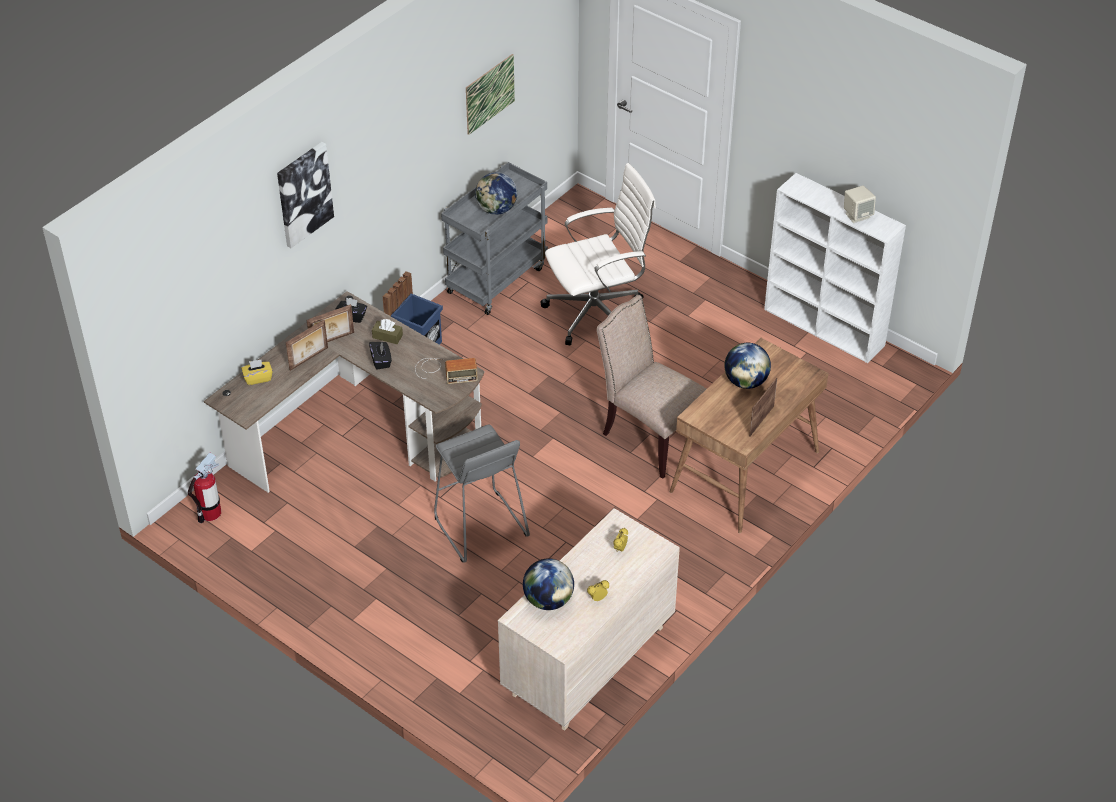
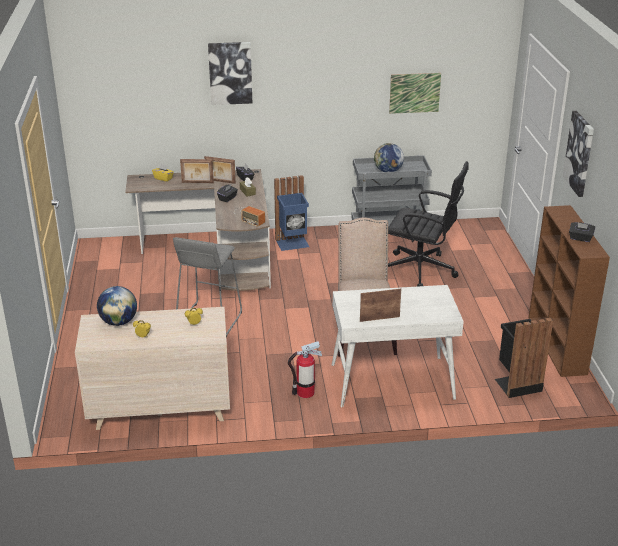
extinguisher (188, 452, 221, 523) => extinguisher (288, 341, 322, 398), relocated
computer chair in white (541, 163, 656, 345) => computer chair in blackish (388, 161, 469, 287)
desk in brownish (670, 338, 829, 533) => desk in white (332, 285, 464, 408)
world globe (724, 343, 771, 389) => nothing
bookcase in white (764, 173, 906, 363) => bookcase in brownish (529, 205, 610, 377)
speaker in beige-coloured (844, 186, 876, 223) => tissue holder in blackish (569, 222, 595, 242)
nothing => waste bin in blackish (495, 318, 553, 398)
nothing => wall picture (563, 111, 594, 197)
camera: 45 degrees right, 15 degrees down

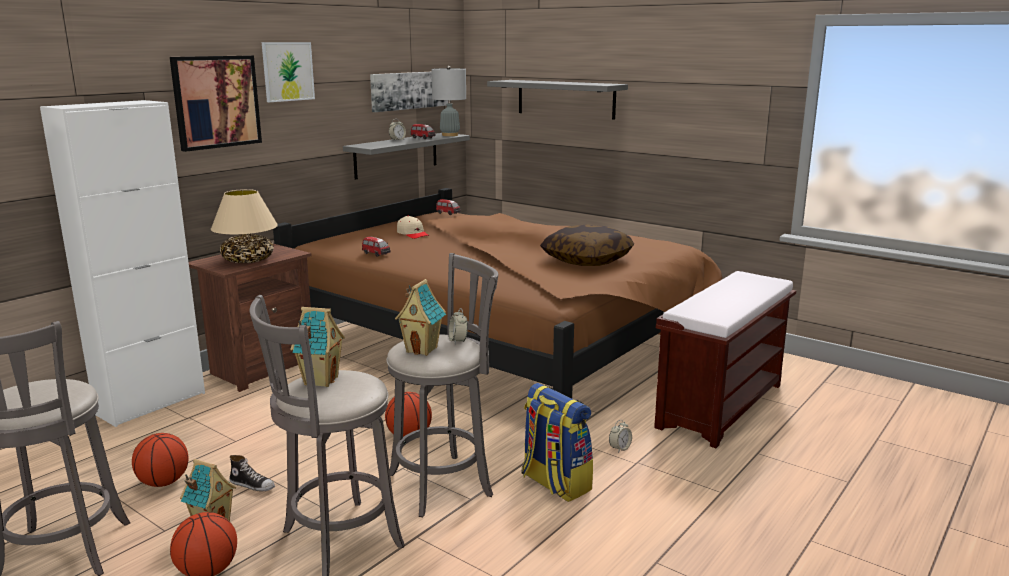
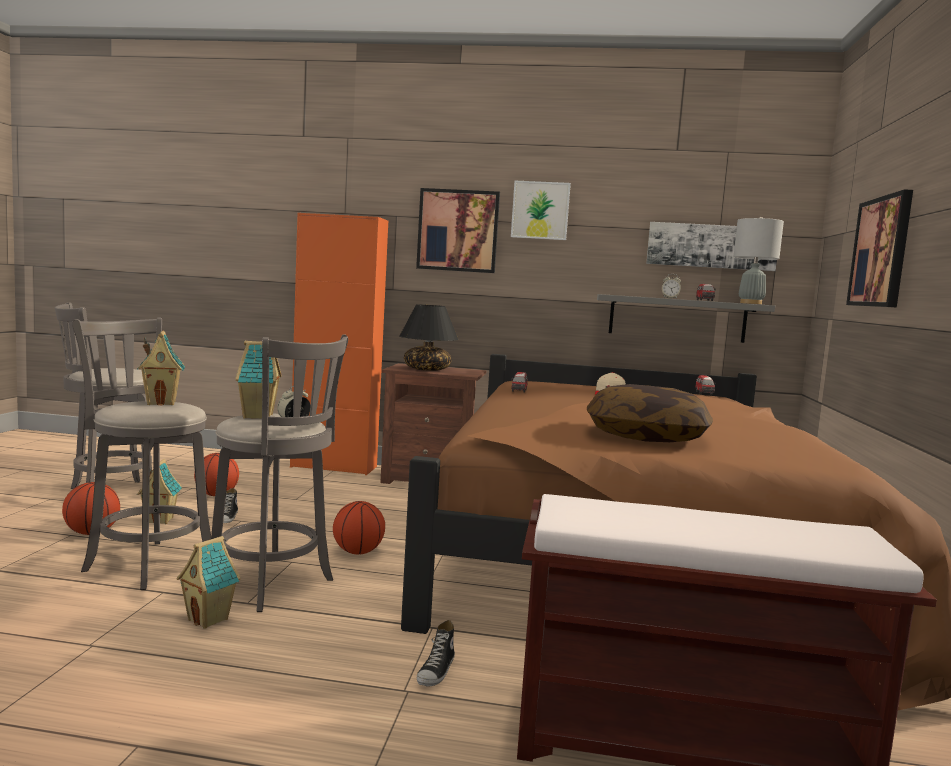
storage cabinet in white (40, 100, 205, 427) => storage cabinet in orange (290, 213, 388, 475)
tabletop lamp in beige-coloured (211, 189, 278, 263) => tabletop lamp in blackish (399, 304, 459, 371)
wall shelf in gray (487, 80, 628, 120) => wall picture (846, 189, 913, 307)
backpack (522, 383, 593, 502) => nothing
alarm clock (609, 420, 632, 453) => item of footwear (417, 620, 455, 687)
nothing => miniature house (176, 536, 241, 629)
camera: 60 degrees right, 10 degrees down

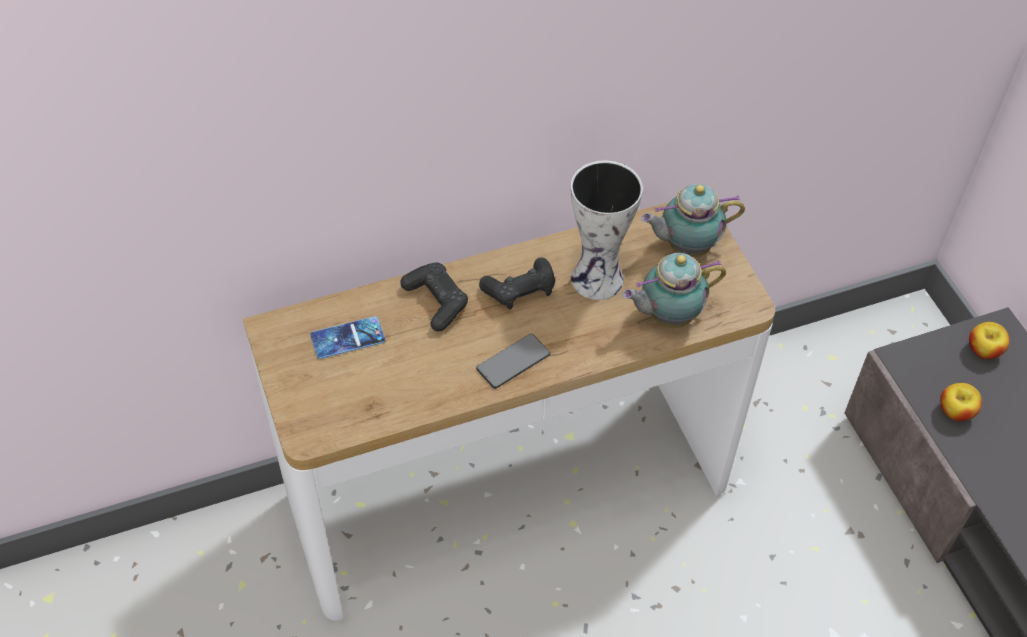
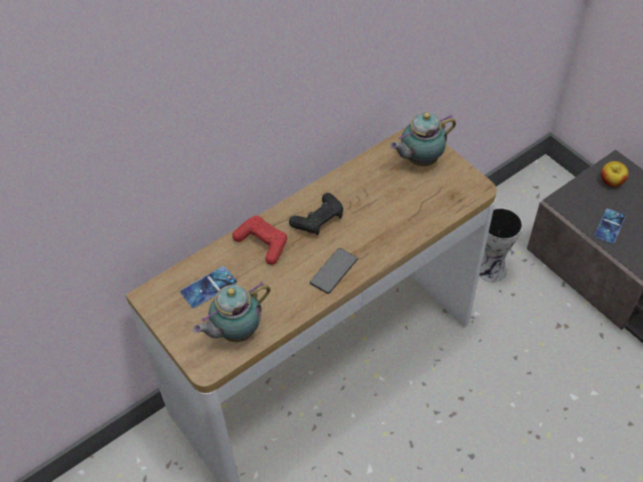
gamepad in blackish (400, 262, 468, 332) => gamepad in reddish (232, 216, 287, 265)
decorative vase (571, 161, 643, 300) => decorative vase (479, 207, 523, 283), relocated
pot for tea (622, 253, 726, 328) => pot for tea (193, 282, 271, 342), relocated
whole apple (940, 383, 982, 421) => handset (595, 208, 626, 244)
camera: 15 degrees left, 0 degrees up

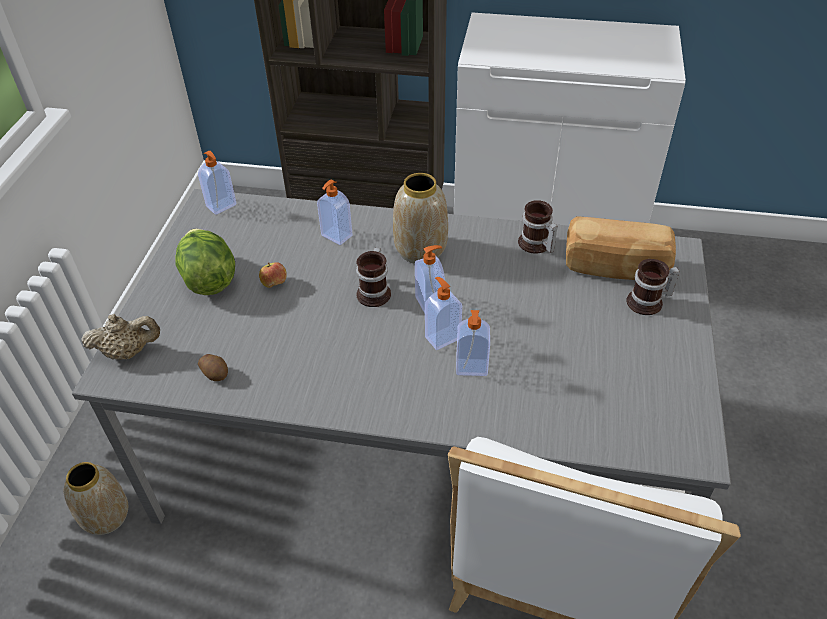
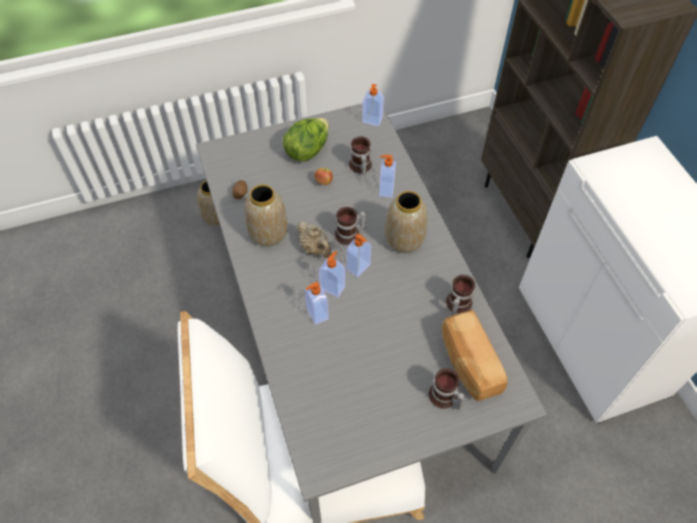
pot for tea in beige-coloured (81, 314, 160, 360) => pot for tea in beige-coloured (296, 221, 332, 258), relocated
nothing => decorative vase (244, 184, 288, 247)
nothing => coffee mug (349, 136, 372, 175)
camera: 60 degrees right, 10 degrees up

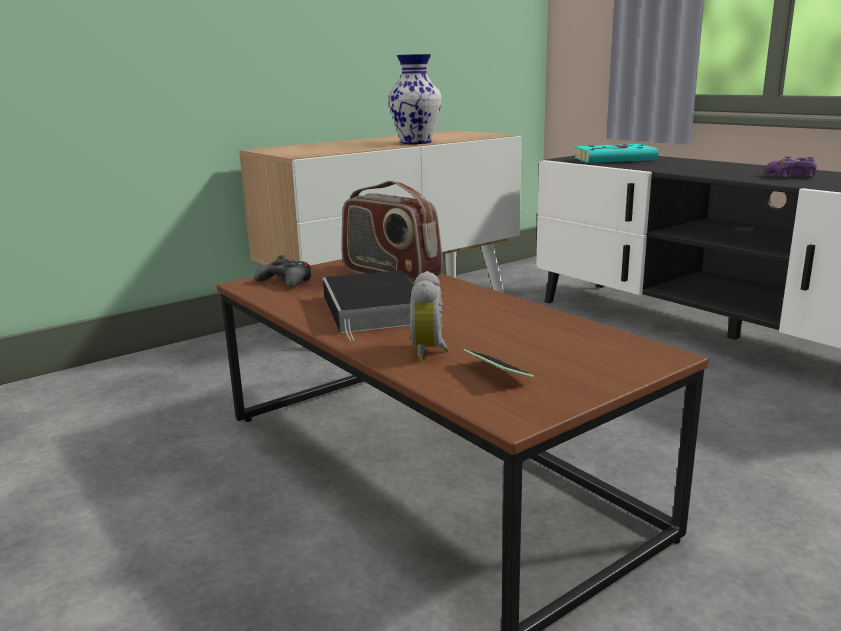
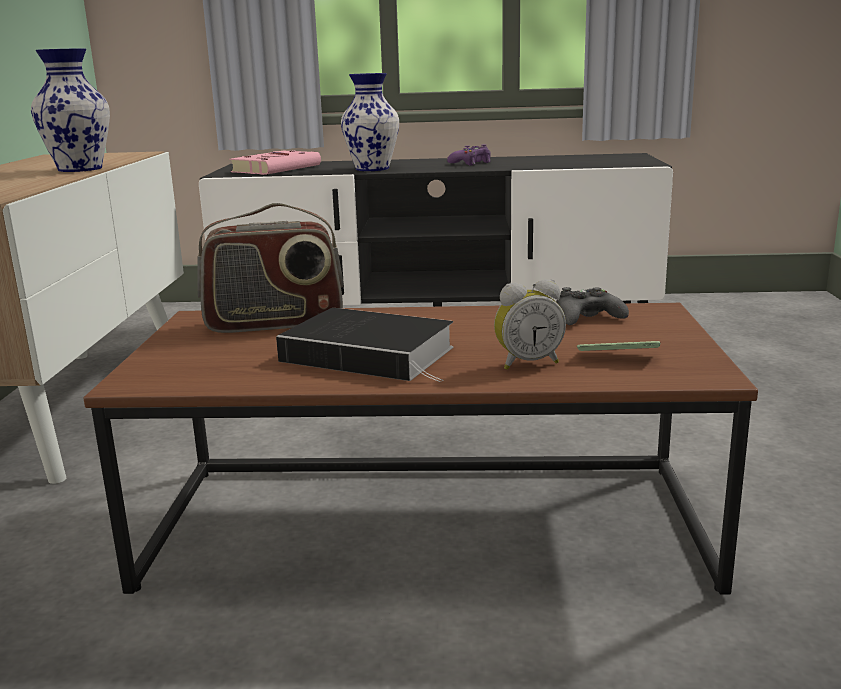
gamepad in blackish (254, 255, 311, 288) => gamepad in blackish (556, 287, 629, 325), relocated
alarm clock (410, 271, 449, 361) => alarm clock (494, 279, 566, 370), 60 degrees counterclockwise
bound book in blue-green (574, 144, 664, 163) => bound book in pink (229, 151, 321, 175)
nothing => decorative vase (341, 73, 399, 171)
camera: 50 degrees left, 0 degrees up

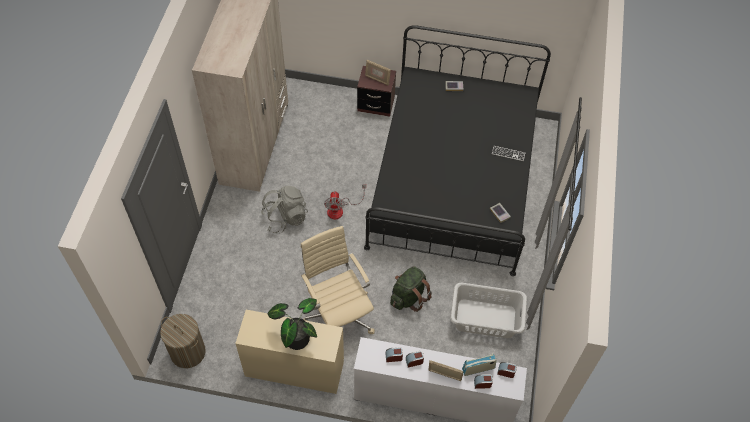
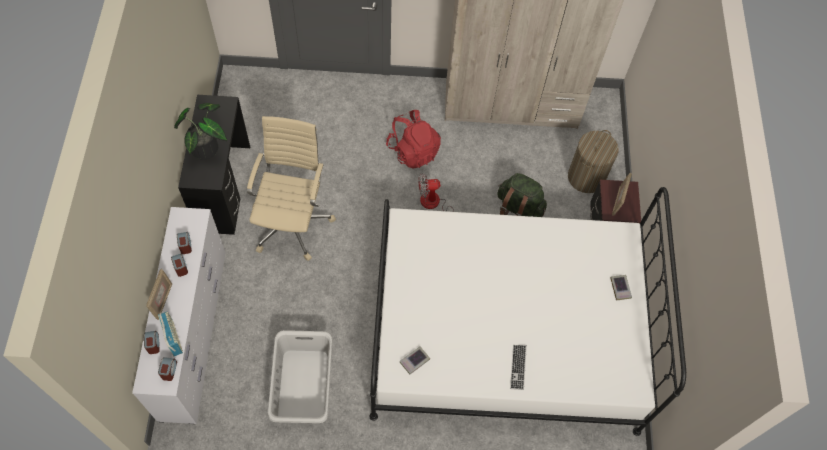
hamper (160, 314, 206, 368) => hamper (568, 130, 619, 193), relocated
desk in beige-coloured (235, 310, 344, 394) => desk in blackish (178, 95, 250, 235)
backpack in gray (261, 186, 308, 234) => backpack in reddish (386, 110, 441, 169)
computer chair in beige-coloured (301, 226, 375, 334) => computer chair in beige-coloured (247, 116, 336, 261), 45 degrees counterclockwise
sleeping bed in blackish (364, 25, 551, 276) => sleeping bed in white (369, 187, 686, 436)
backpack in greenish (390, 266, 432, 312) => backpack in greenish (498, 173, 547, 217), relocated
camera: 80 degrees right, 5 degrees up

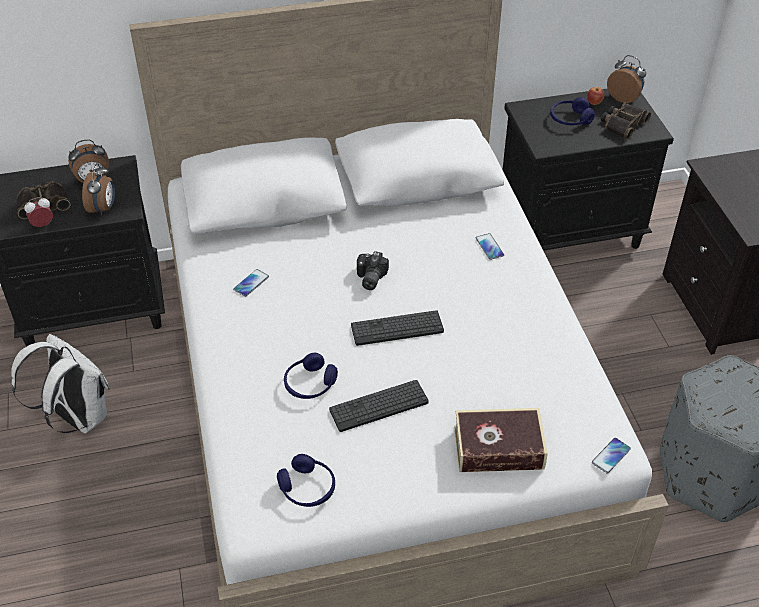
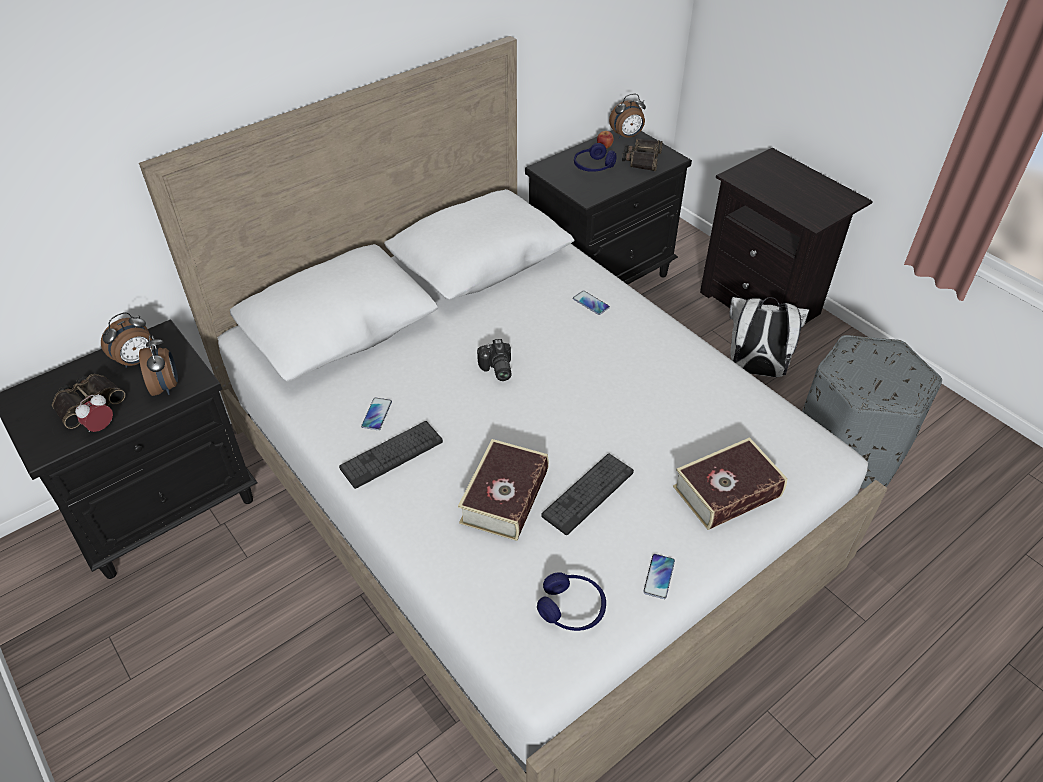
backpack in white (11, 334, 110, 434) => backpack in white (729, 297, 809, 377), relocated
headset in blue (284, 353, 338, 399) => bound book (458, 439, 549, 541)
PC keyboard (351, 310, 444, 346) => PC keyboard (339, 421, 443, 489), relocated
handset (592, 438, 631, 473) => handset (643, 554, 675, 599), relocated
alarm clock (607, 55, 646, 103) => alarm clock (609, 94, 646, 139), 150 degrees clockwise
camera: 25 degrees left, 0 degrees up

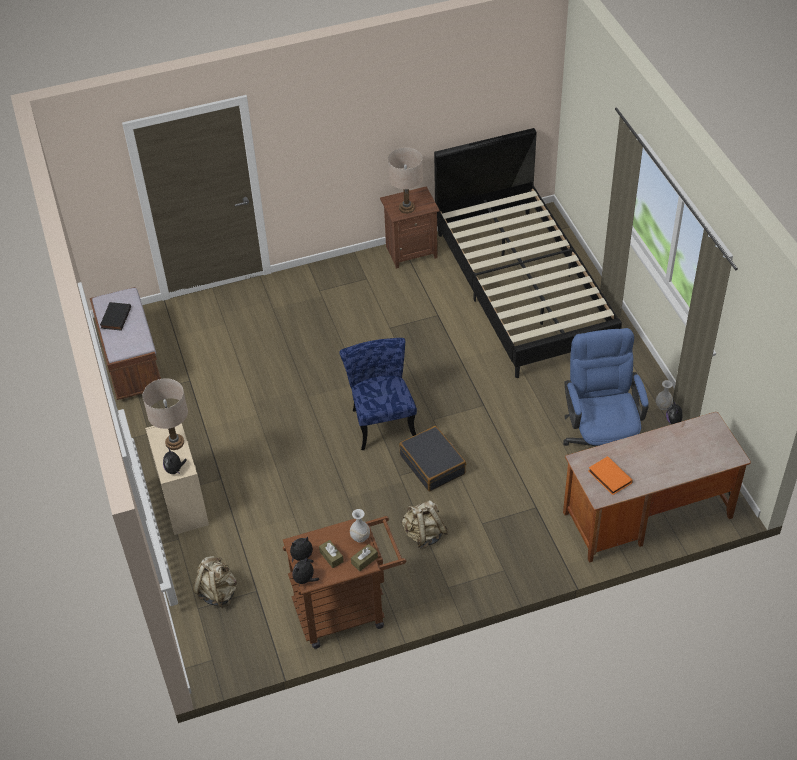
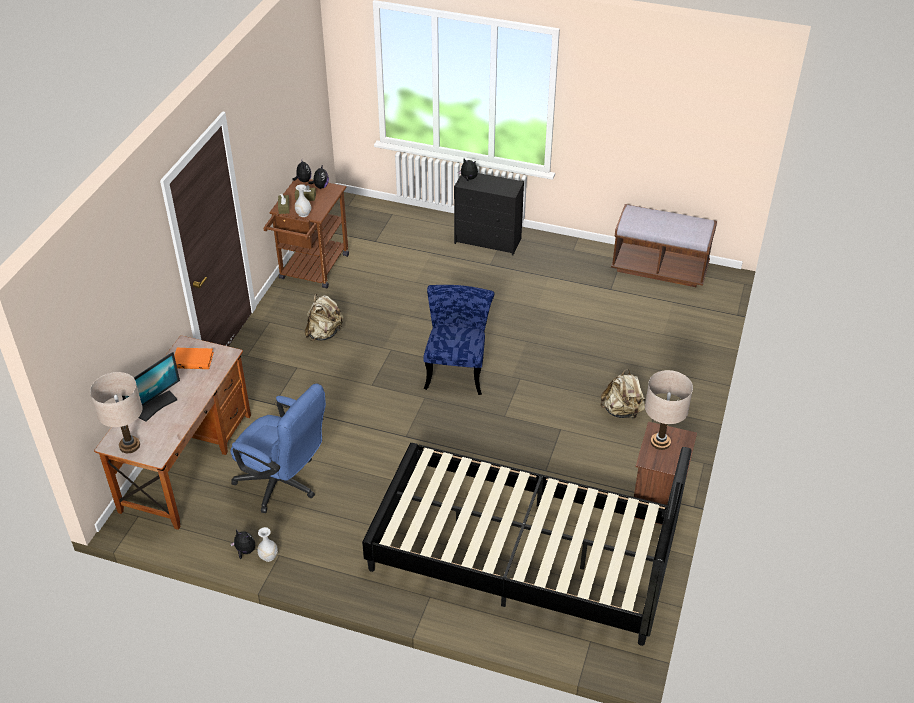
bound book in blackish (100, 302, 131, 331) => nothing
tabletop lamp in beige-coloured (143, 378, 188, 450) => tabletop lamp in beige-coloured (90, 372, 142, 453), relocated
dresser in beige-coloured (145, 423, 209, 535) => dresser in blackish (454, 173, 524, 255)
backpack in beige-coloured (193, 556, 237, 608) => backpack in beige-coloured (600, 369, 646, 420), relocated
upright chair in blue (339, 338, 417, 450) => upright chair in blue (423, 285, 495, 395), 105 degrees counterclockwise
piece of luggage in blackish (399, 426, 466, 491) => nothing
nothing => monitor (122, 352, 180, 422)
camera: 125 degrees right, 5 degrees down

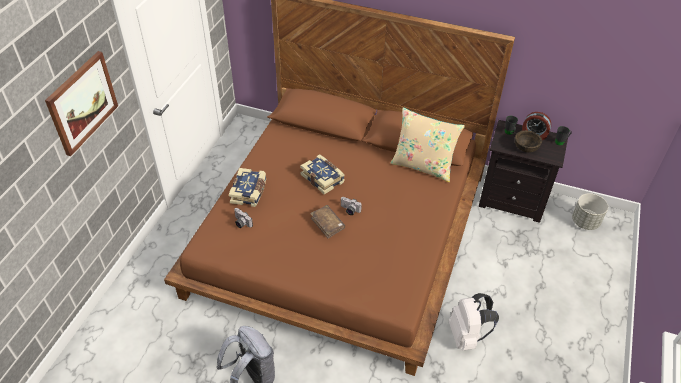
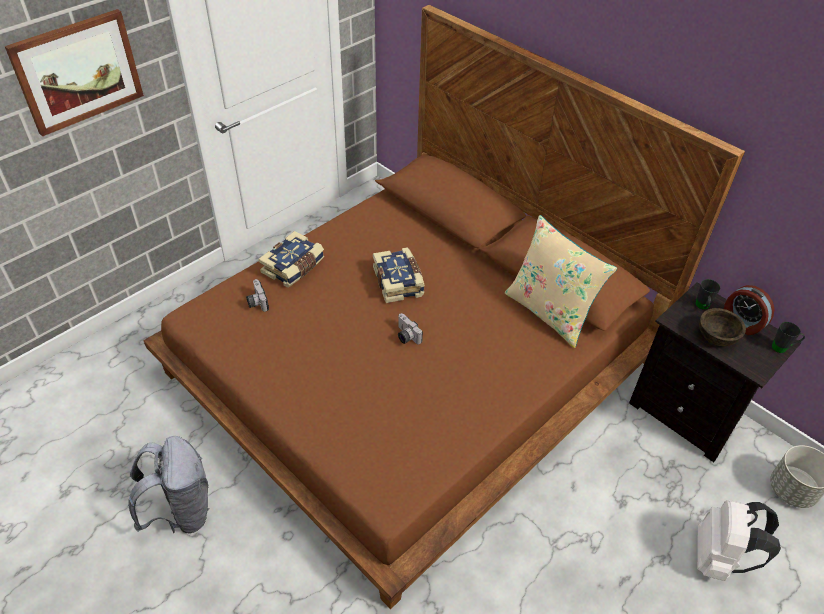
bound book in brownish (310, 205, 345, 239) => nothing
backpack in white (449, 293, 499, 350) => backpack in white (697, 500, 781, 581), relocated
camera: 25 degrees right, 0 degrees up

